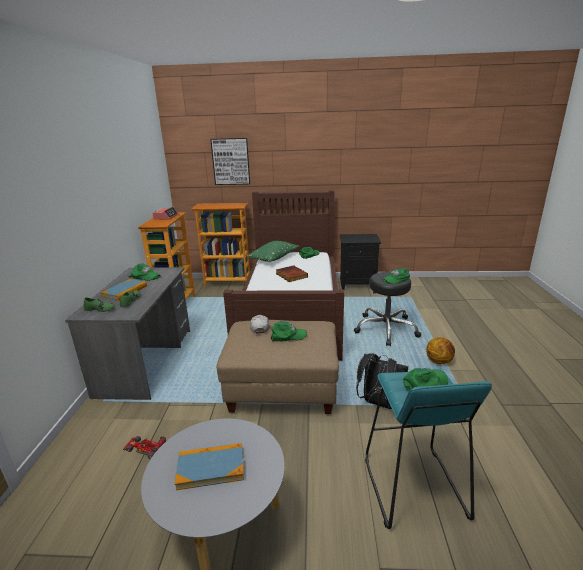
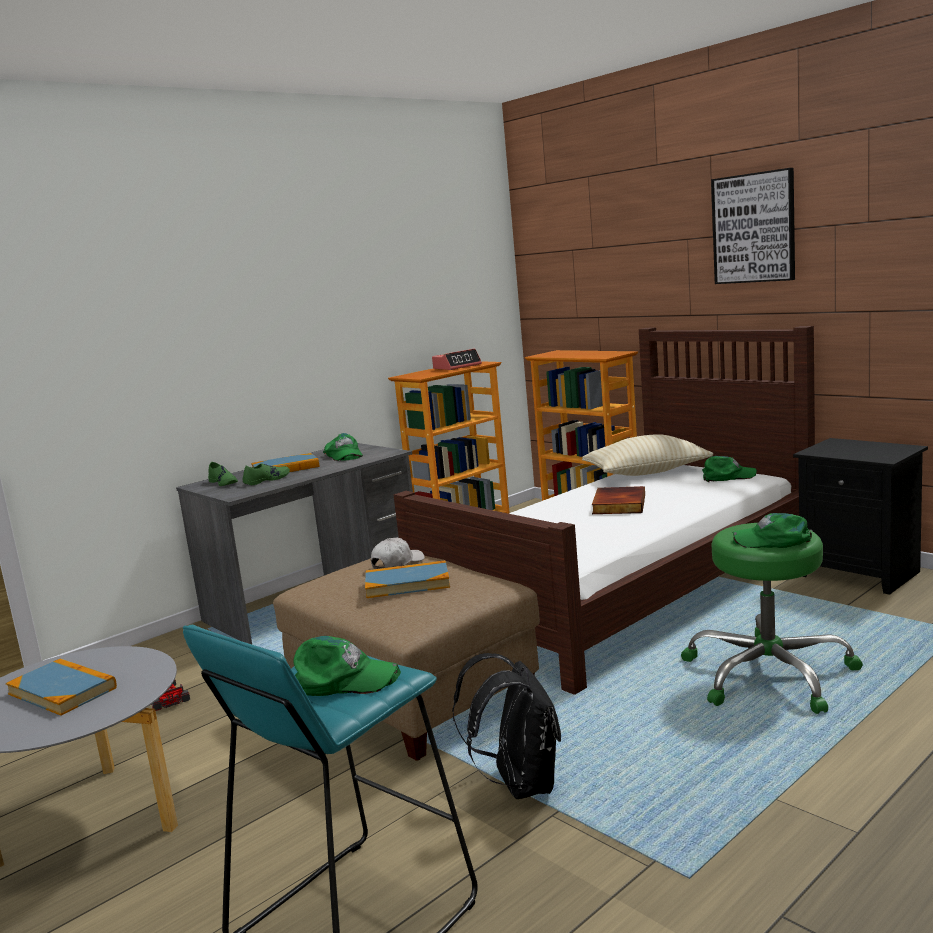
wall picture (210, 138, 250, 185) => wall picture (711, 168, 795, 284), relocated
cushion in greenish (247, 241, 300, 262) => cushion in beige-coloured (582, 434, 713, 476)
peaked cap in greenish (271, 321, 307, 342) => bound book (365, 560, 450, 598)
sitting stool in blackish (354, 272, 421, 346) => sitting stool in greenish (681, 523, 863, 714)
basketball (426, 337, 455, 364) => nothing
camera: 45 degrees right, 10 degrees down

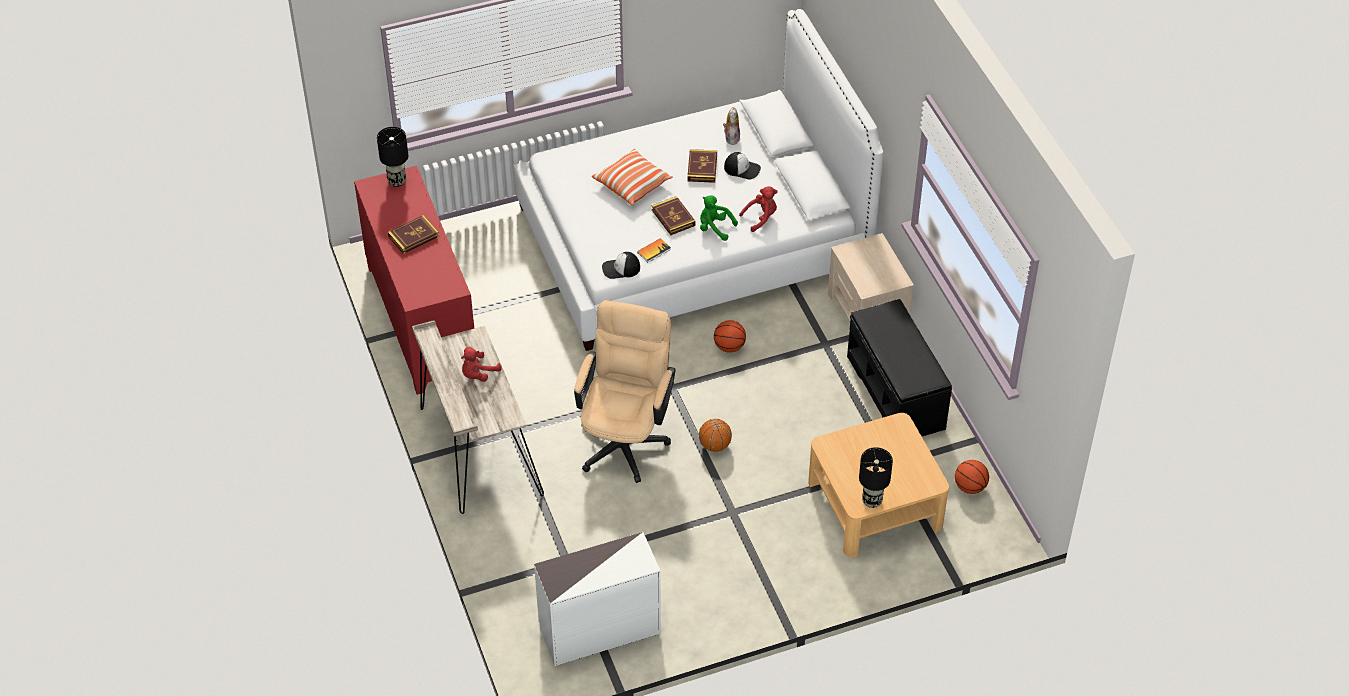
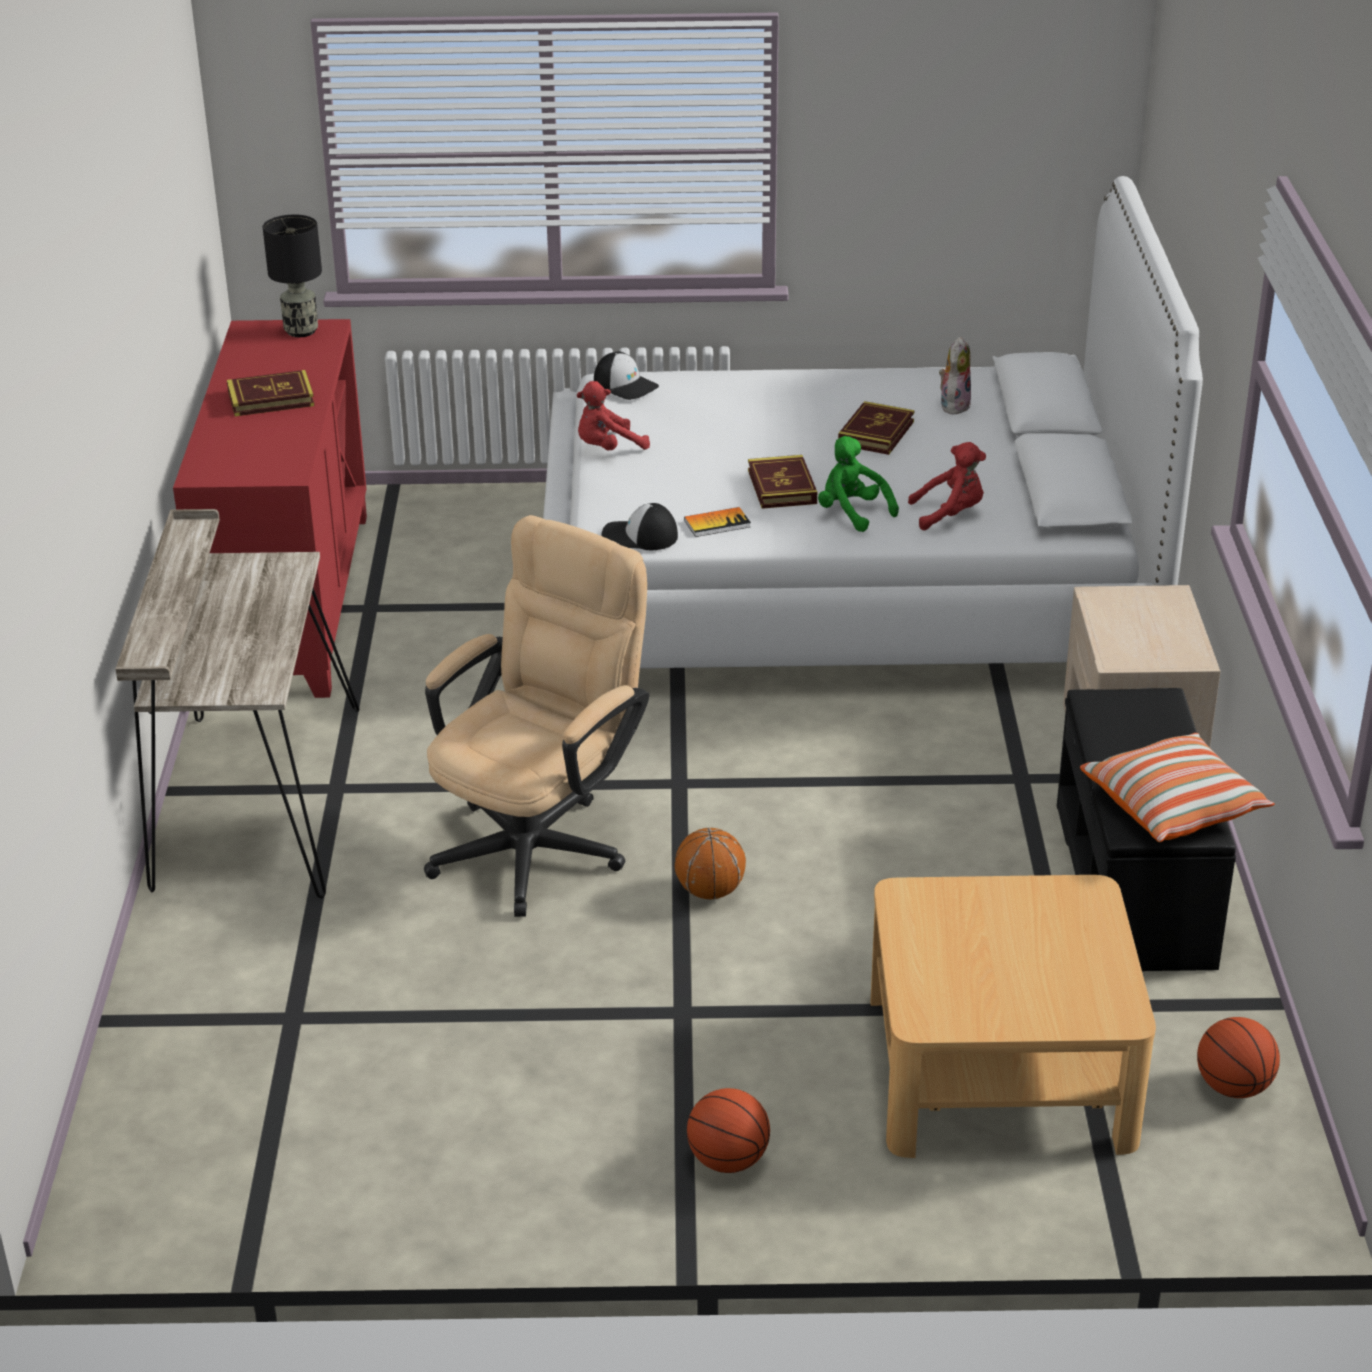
cuddly toy in reddish (461, 347, 502, 382) => cuddly toy in reddish (576, 381, 650, 451), relocated
dresser in white (534, 532, 661, 666) => nothing
cushion (592, 149, 672, 205) => cushion (1080, 733, 1275, 842), relocated
basketball (714, 320, 746, 353) => basketball (687, 1088, 770, 1173), relocated
peaked cap (724, 152, 761, 180) => peaked cap (594, 352, 659, 400), relocated
tabletop lamp in blackish (859, 447, 893, 508) => nothing
camera: 20 degrees right, 15 degrees down

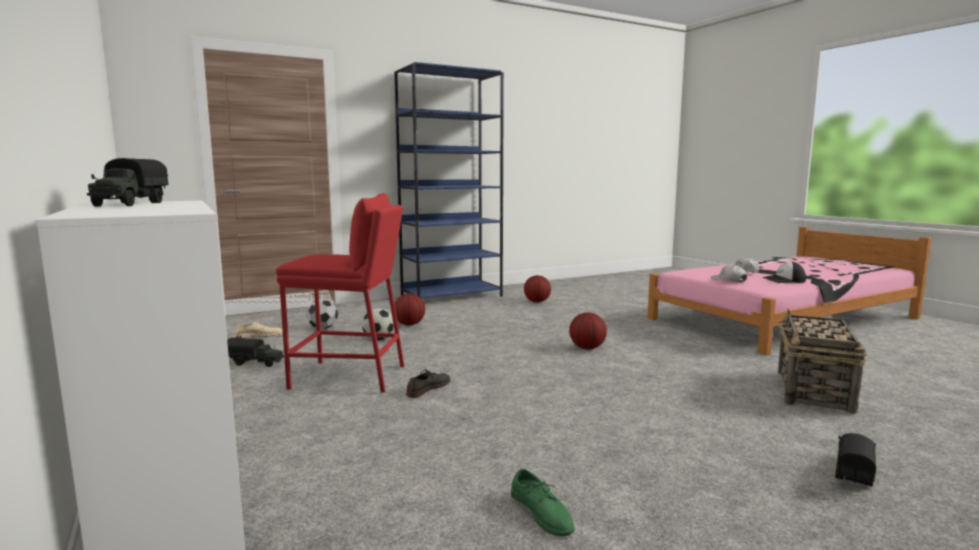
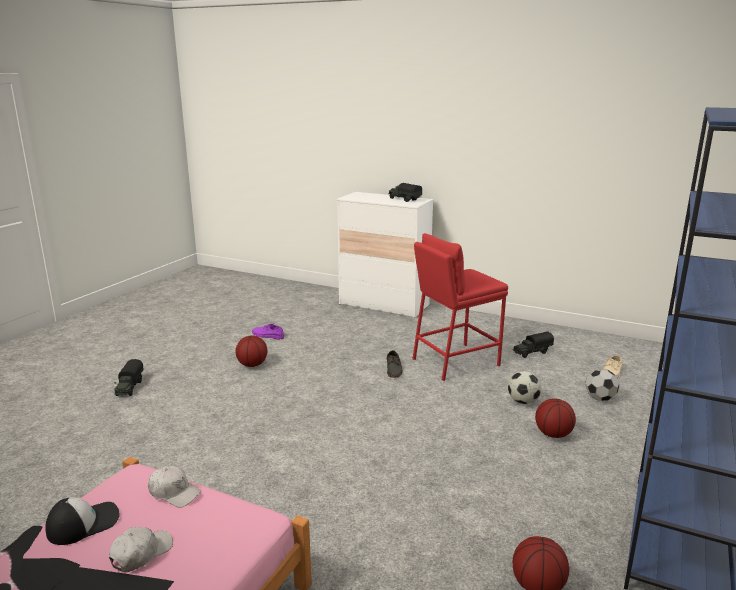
item of footwear in greenish (511, 469, 574, 537) => item of footwear in purplish (252, 324, 285, 339)
basketball (569, 312, 607, 349) => basketball (235, 335, 267, 367), relocated
basket (777, 308, 867, 414) => nothing
camera: 145 degrees right, 10 degrees up

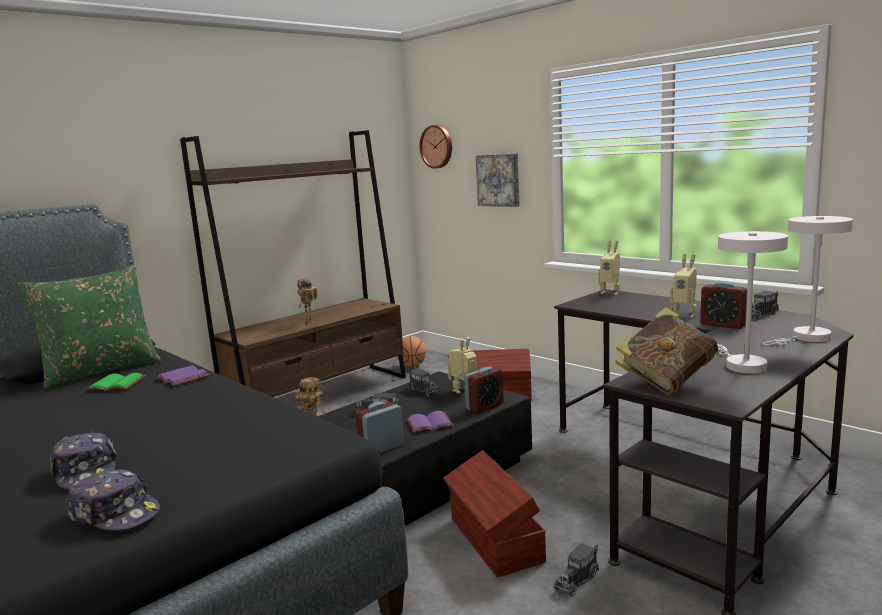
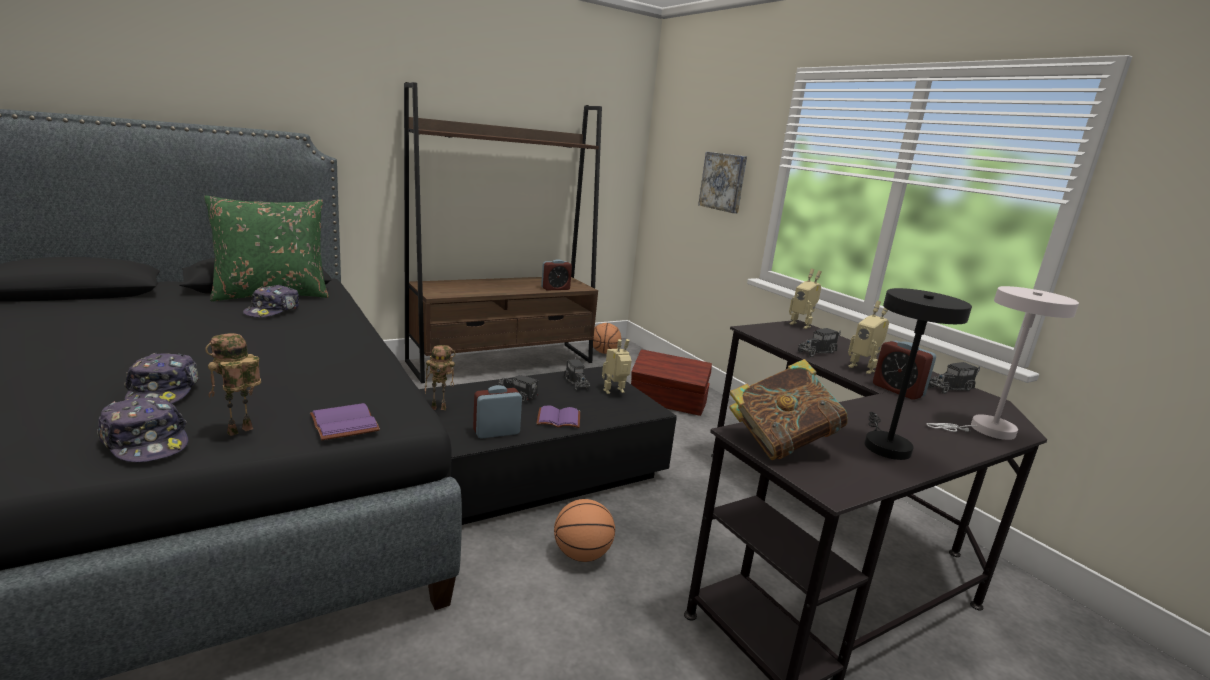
bound book in greenish (86, 373, 146, 391) => peaked cap (243, 285, 299, 318)
bound book in purplish (156, 365, 210, 386) => bound book in purplish (310, 403, 380, 440), relocated
toy robot (297, 278, 318, 325) => toy robot (205, 333, 261, 436), relocated
wall clock (419, 125, 452, 169) => nothing
storage box in brownish (443, 450, 546, 577) => basketball (554, 499, 615, 562)
alarm clock (464, 366, 504, 413) => alarm clock (541, 259, 572, 291), relocated
toy lorry (554, 543, 599, 597) => toy lorry (798, 328, 841, 357), relocated
tabletop lamp in white (717, 231, 788, 374) => tabletop lamp in blackish (865, 288, 972, 460)
camera: 10 degrees right, 5 degrees up

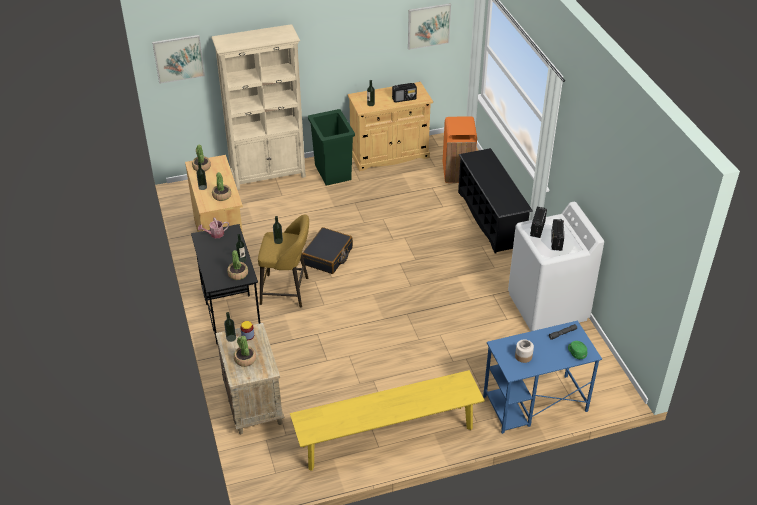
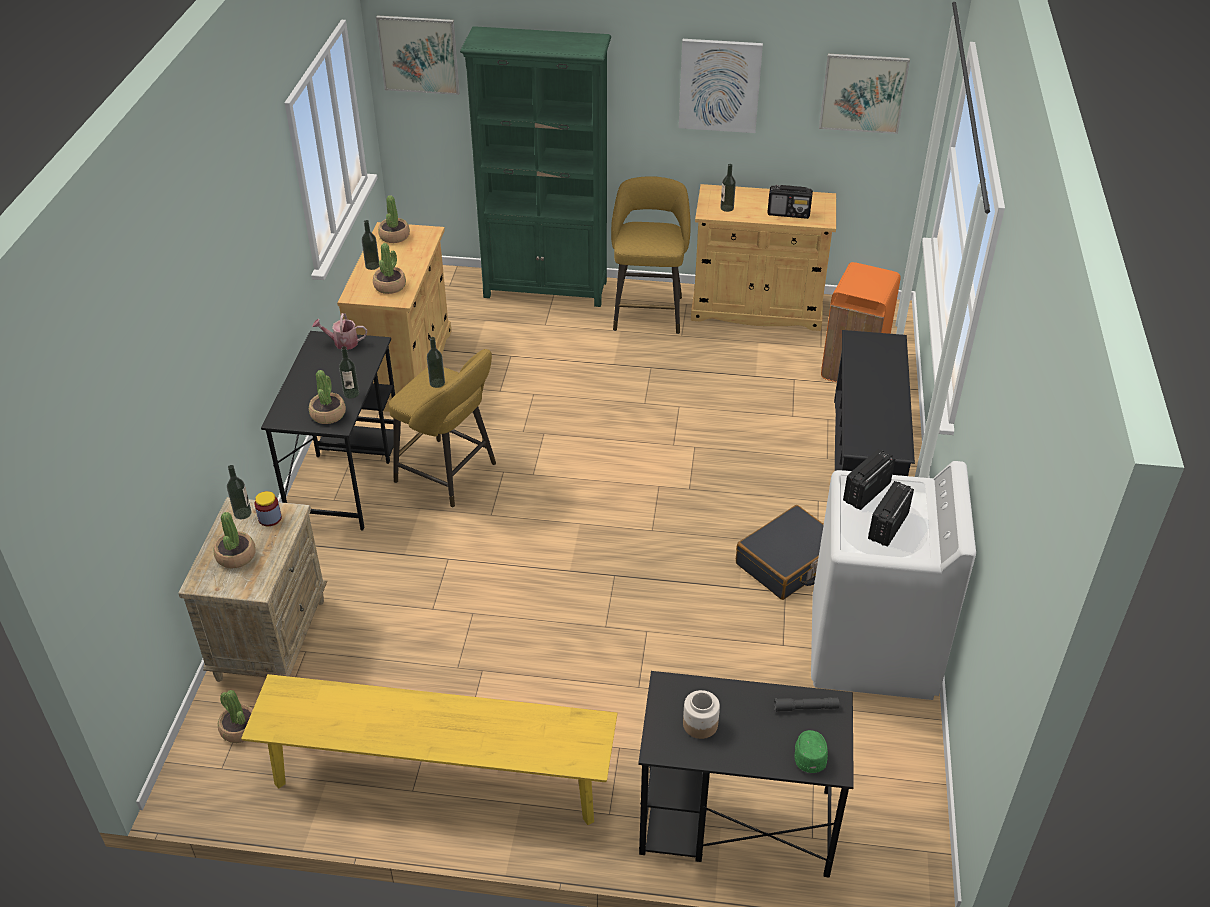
bookcase in beige-coloured (212, 24, 306, 190) => bookcase in greenish (460, 26, 611, 307)
piece of luggage in blackish (302, 227, 353, 274) => piece of luggage in blackish (736, 505, 824, 600), relocated
waste bin in greenish (308, 109, 355, 186) => sitting stool in yellowish (611, 176, 691, 334)
desk in blue (483, 321, 602, 434) => desk in blackish (638, 671, 854, 877)
nothing => houseplant (218, 690, 253, 743)
nothing => wall picture (679, 39, 763, 133)
camera: 25 degrees right, 0 degrees up

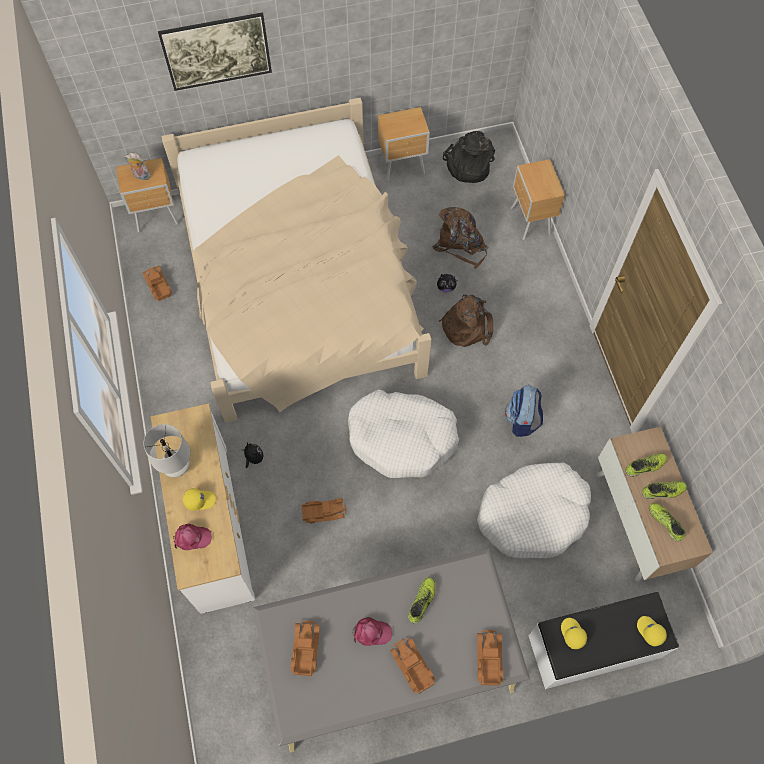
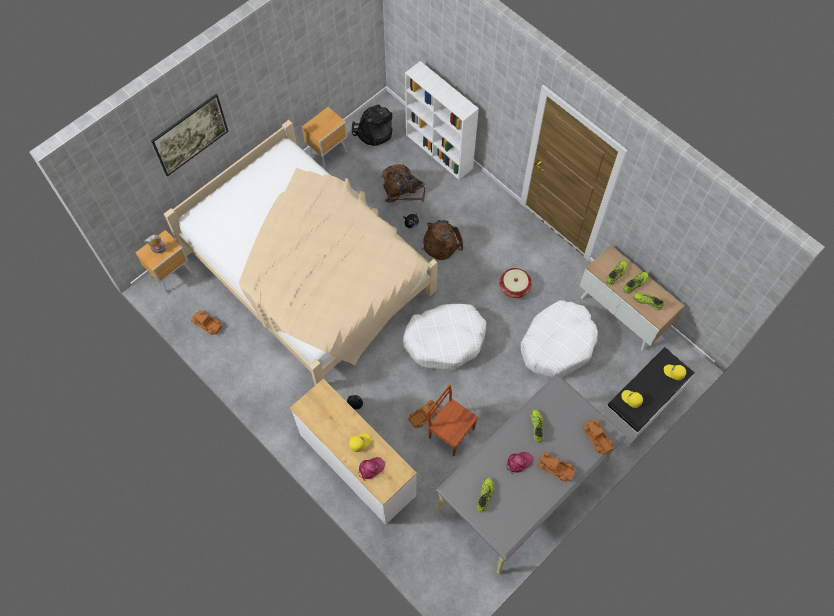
tabletop lamp in white (144, 424, 190, 477) => nothing
toy lorry (291, 621, 320, 676) => item of footwear (477, 478, 494, 512)
backpack (505, 385, 543, 437) => basket (499, 268, 532, 298)
bedside table in brownish (511, 159, 565, 240) => bookcase in white (405, 61, 479, 180)
nothing => upright chair in brownish (428, 384, 478, 456)
camera: 30 degrees left, 0 degrees up

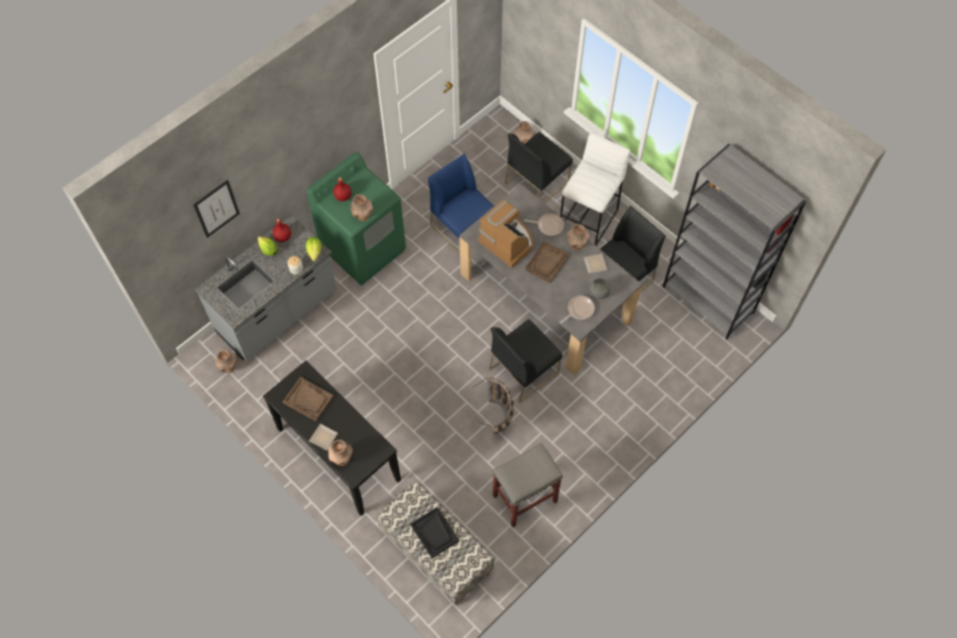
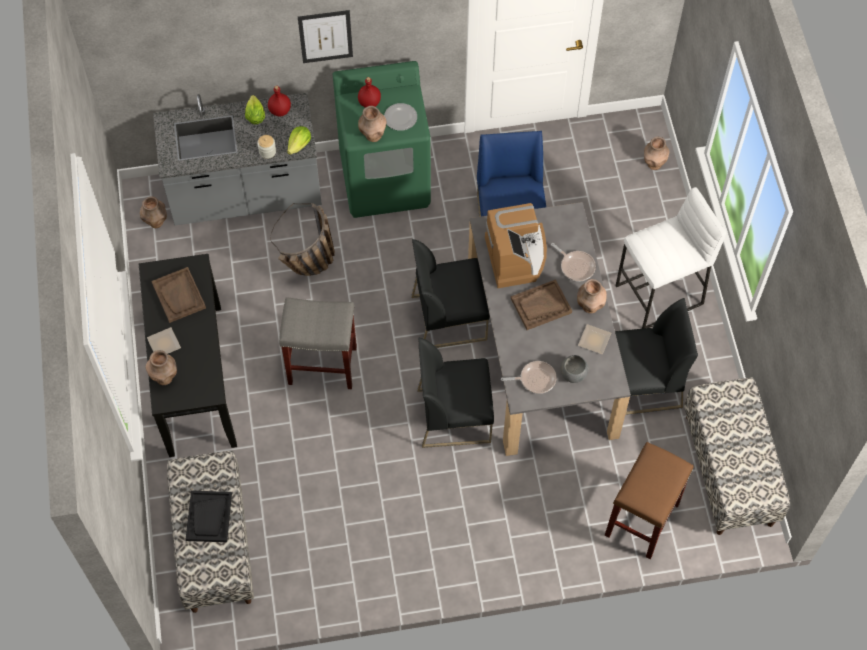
wall picture (193, 179, 240, 238) => wall picture (298, 10, 353, 63), relocated
basket (473, 377, 514, 434) => basket (271, 203, 335, 276), relocated
sitting stool in gray (493, 443, 563, 528) => sitting stool in gray (279, 297, 357, 389), relocated
upright chair in blackish (505, 132, 573, 203) => upright chair in blackish (411, 239, 490, 348), relocated
bookcase in gray (663, 144, 806, 339) => bench (684, 378, 790, 535)
nothing => dinner plate (384, 103, 417, 131)
nothing => sitting stool in brownish (605, 442, 694, 559)
camera: 35 degrees right, 0 degrees up

